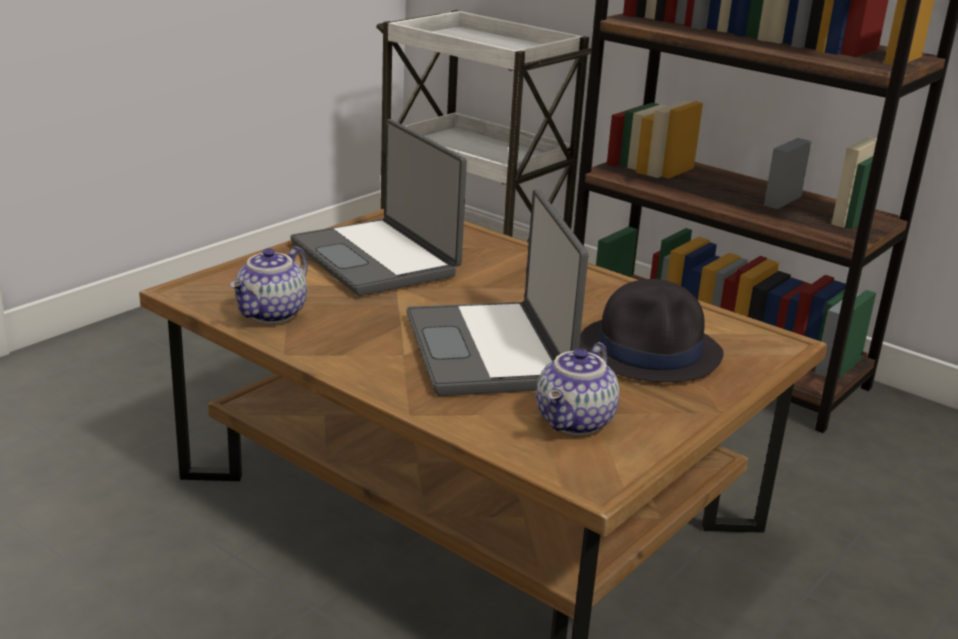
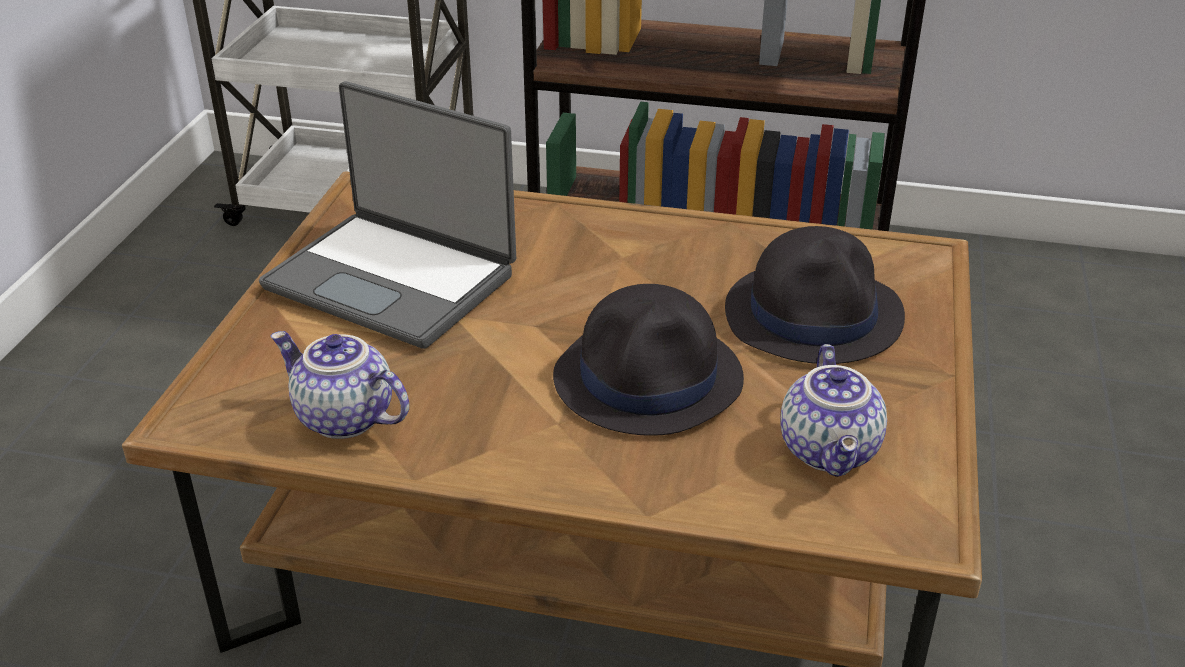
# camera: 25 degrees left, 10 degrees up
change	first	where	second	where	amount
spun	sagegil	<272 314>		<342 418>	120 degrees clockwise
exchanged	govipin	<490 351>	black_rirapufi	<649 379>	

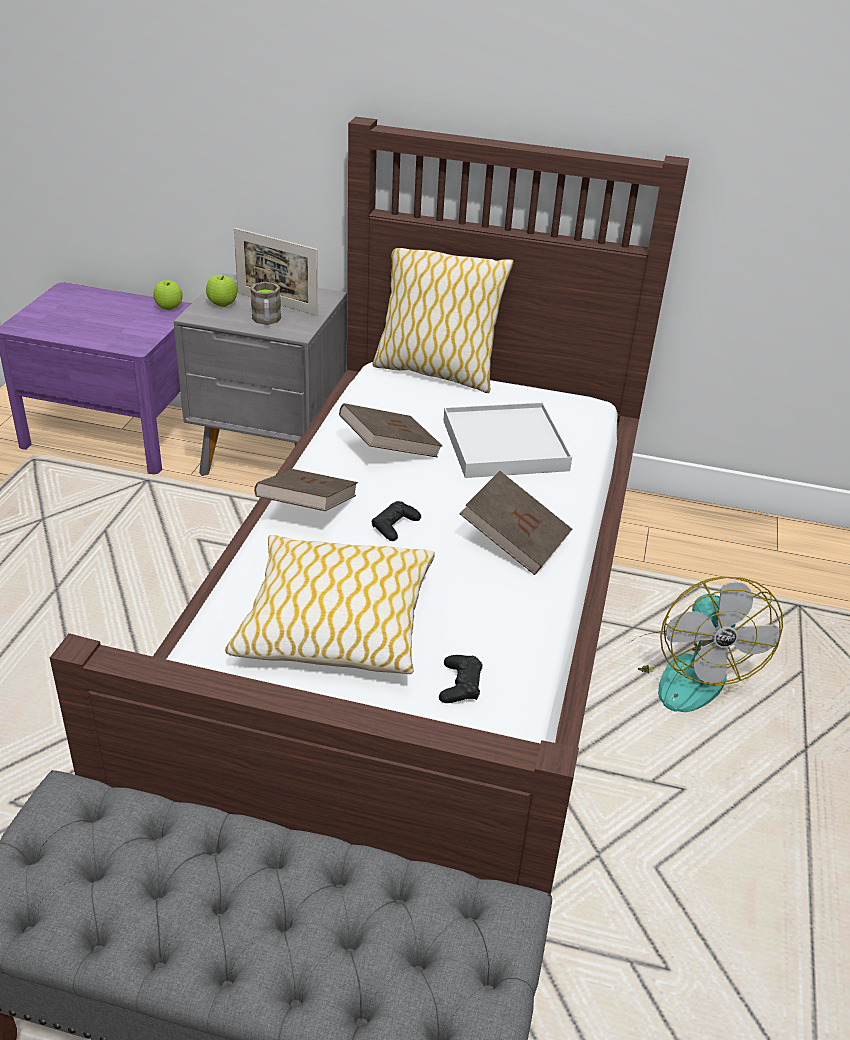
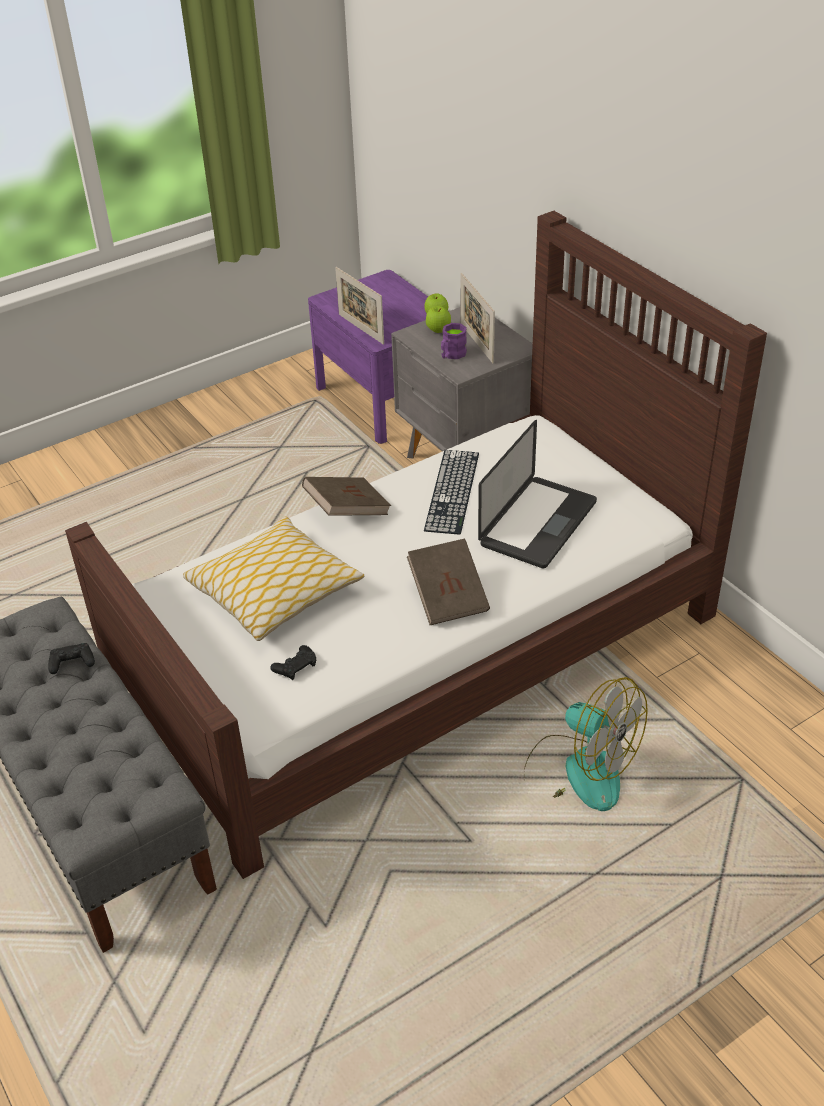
# camera: 45 degrees right, 5 degrees up
change	first	where	second	where	amount
colour	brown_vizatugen	<266 321>	purple_vizatugen	<451 355>	
exchanged	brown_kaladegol	<389 449>	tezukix	<452 491>	
relocated	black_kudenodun	<394 526>		<72 662>	
missing	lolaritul	<435 372>			
exchanged	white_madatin	<504 445>	govipin	<538 524>	
spun	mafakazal	<685 671>		<578 771>	90 degrees counterclockwise
appeared			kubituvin	<361 329>	

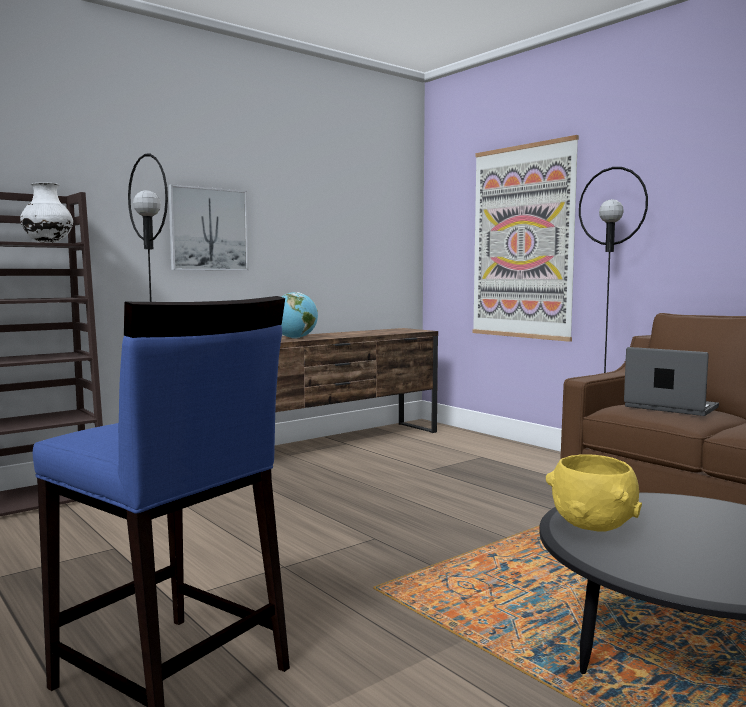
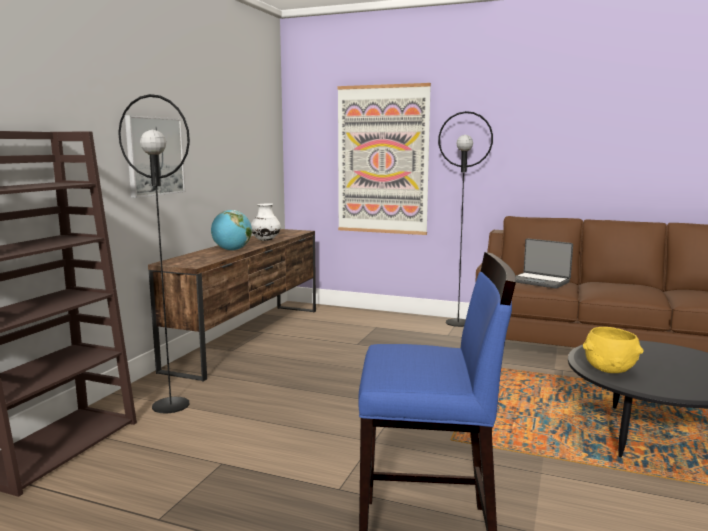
# camera: 30 degrees left, 5 degrees up
change	first	where	second	where	amount
relocated	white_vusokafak	<48 243>		<266 240>	
spun	govipin	<670 407>		<540 281>	150 degrees counterclockwise

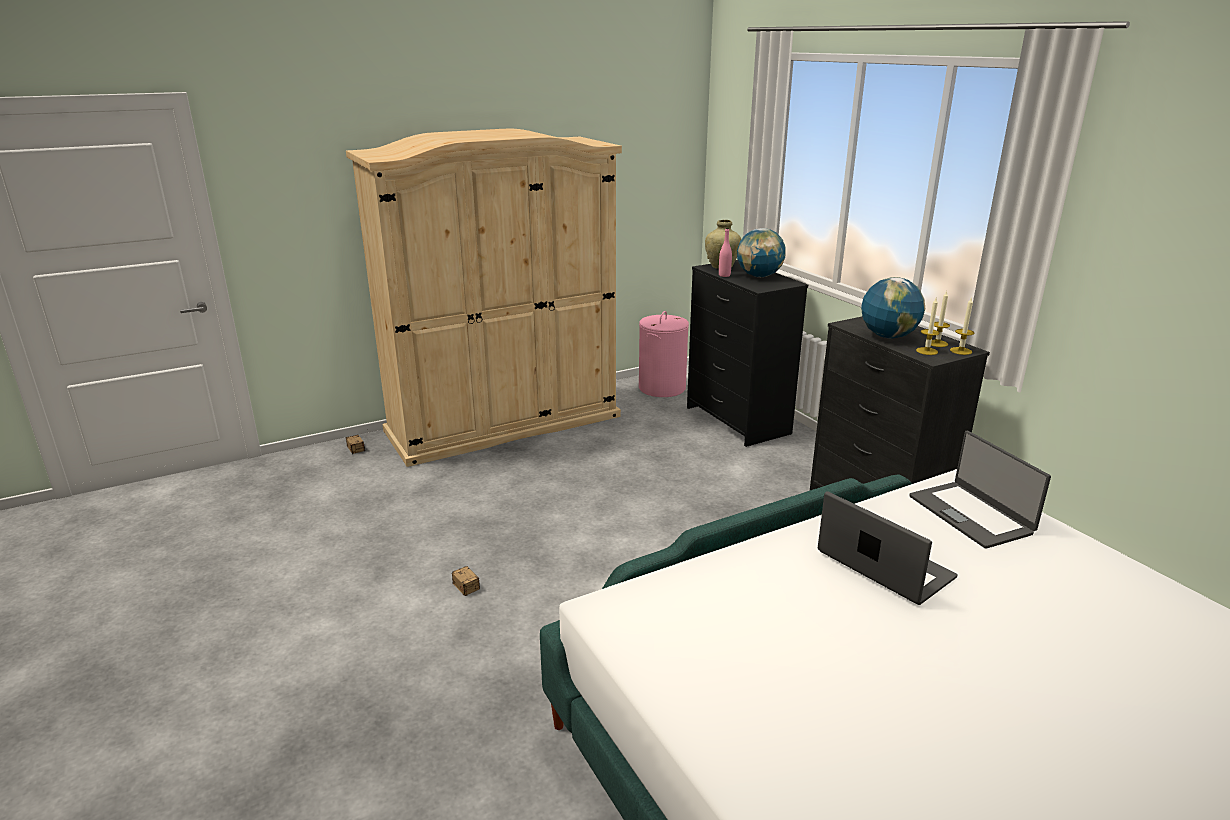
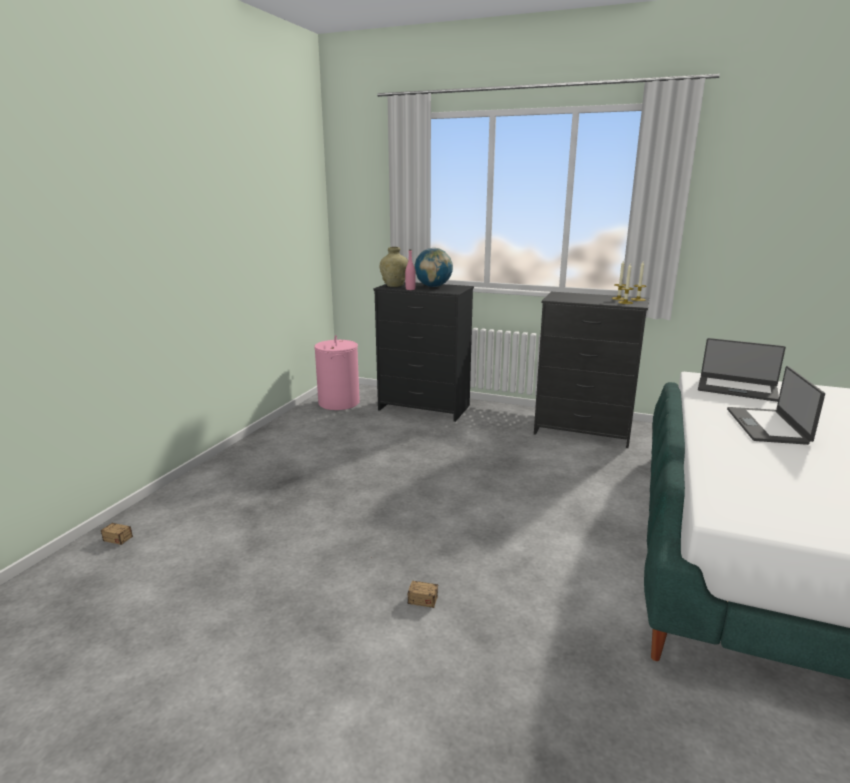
# camera: 40 degrees left, 5 degrees down
change	first	where	second	where	amount
missing	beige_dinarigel	<504 423>			
spun	govipin	<884 566>		<768 426>	90 degrees counterclockwise
missing	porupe	<888 336>			

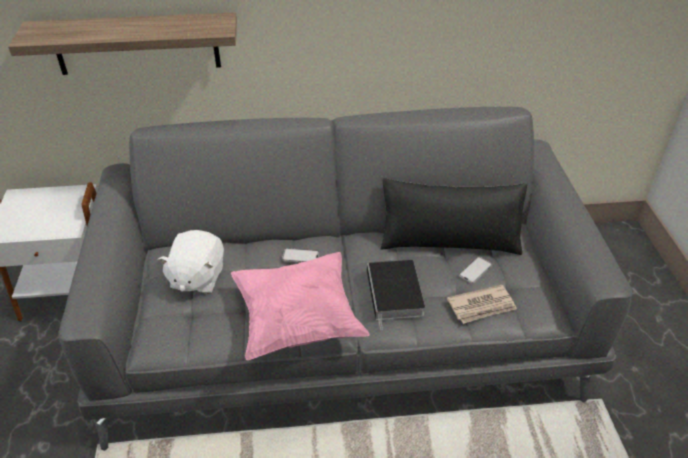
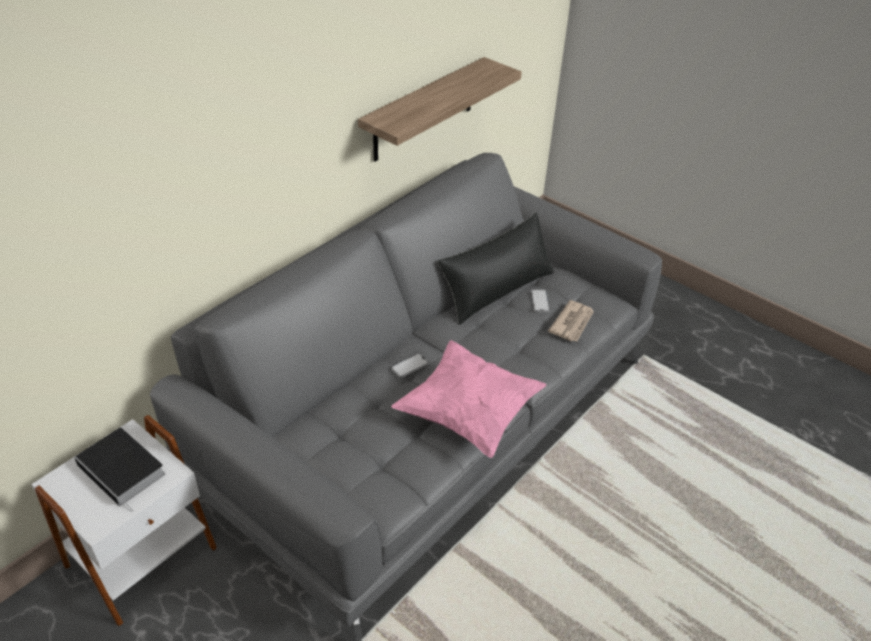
# camera: 45 degrees left, 0 degrees up
change	first	where	second	where	amount
relocated	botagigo	<137 44>		<424 110>	
missing	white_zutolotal	<197 278>			
relocated	kaladegol	<395 295>		<123 471>	

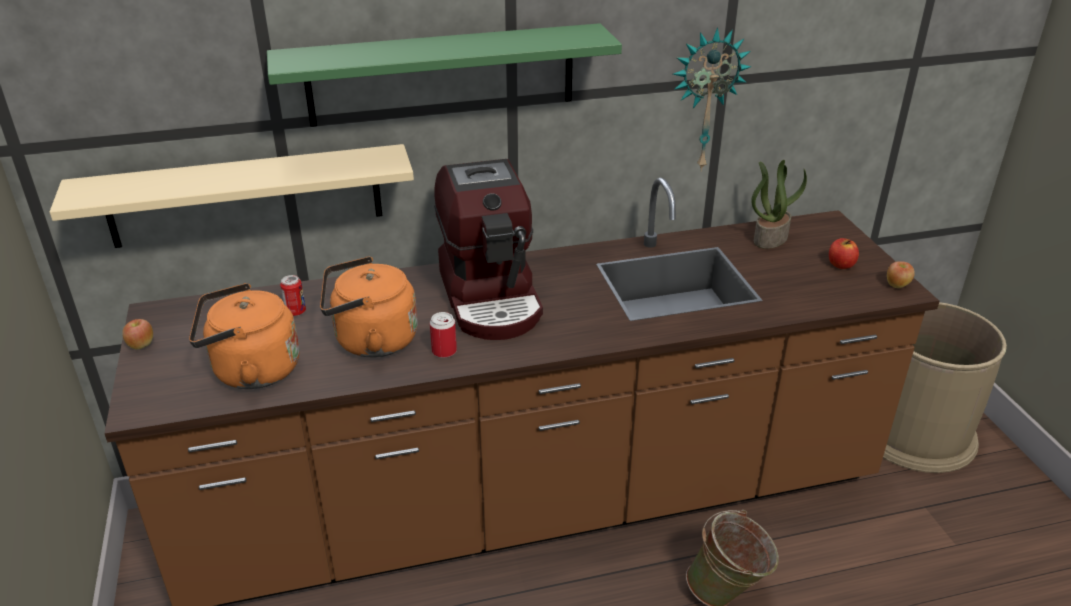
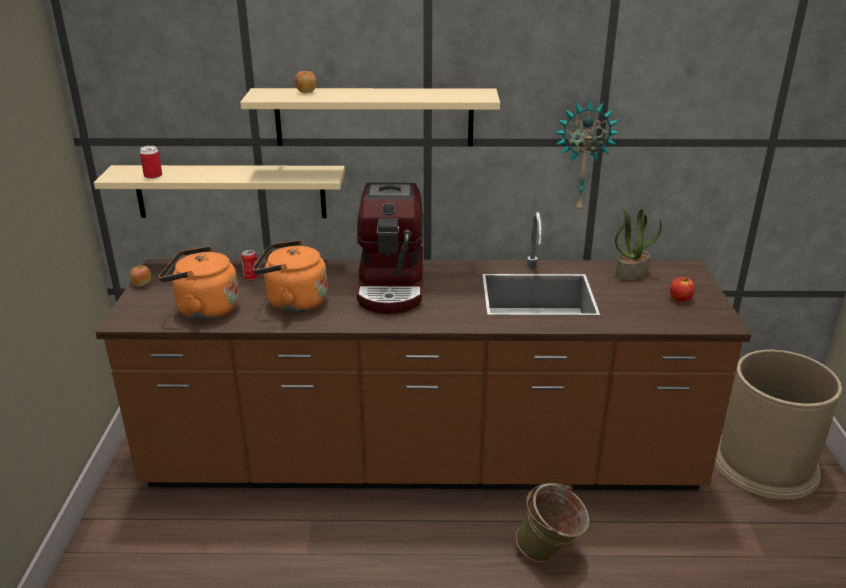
# camera: 15 degrees right, 5 degrees down
change	first	where	second	where	amount
colour	green_botagigo	<442 75>	beige_botagigo	<374 117>	
relocated	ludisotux	<444 351>		<153 176>	
relocated	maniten	<897 285>		<306 92>	

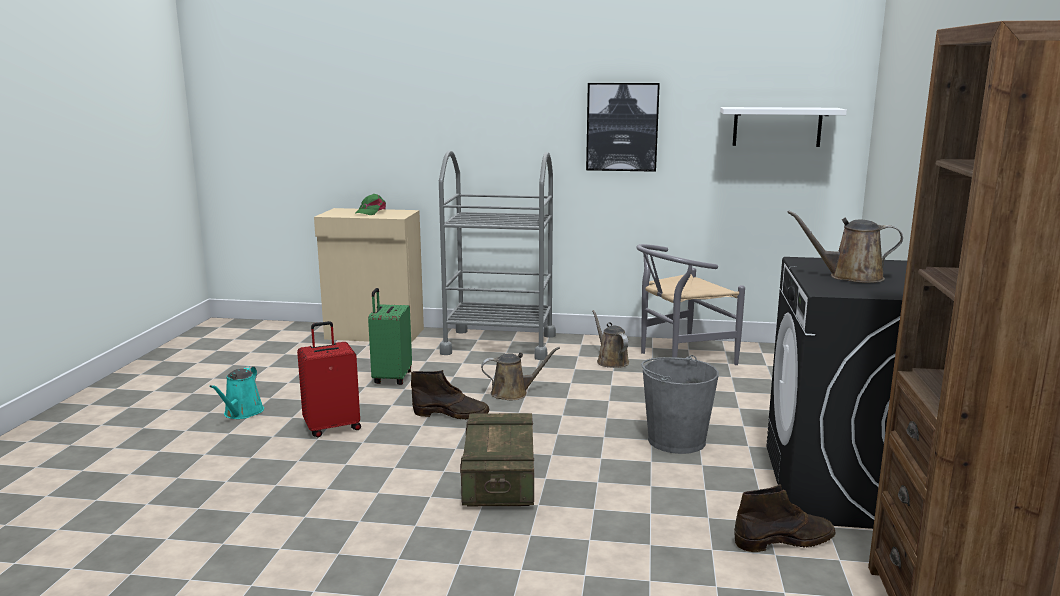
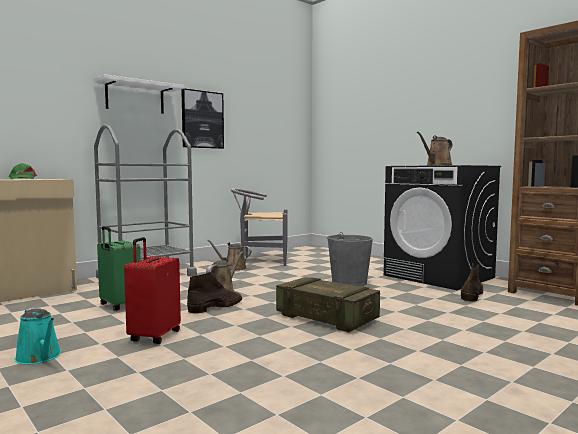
# camera: 50 degrees left, 10 degrees down
change	first	where	second	where	amount
spun	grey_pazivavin	<679 357>		<260 260>	75 degrees clockwise
relocated	white_botagigo	<777 126>		<135 97>	

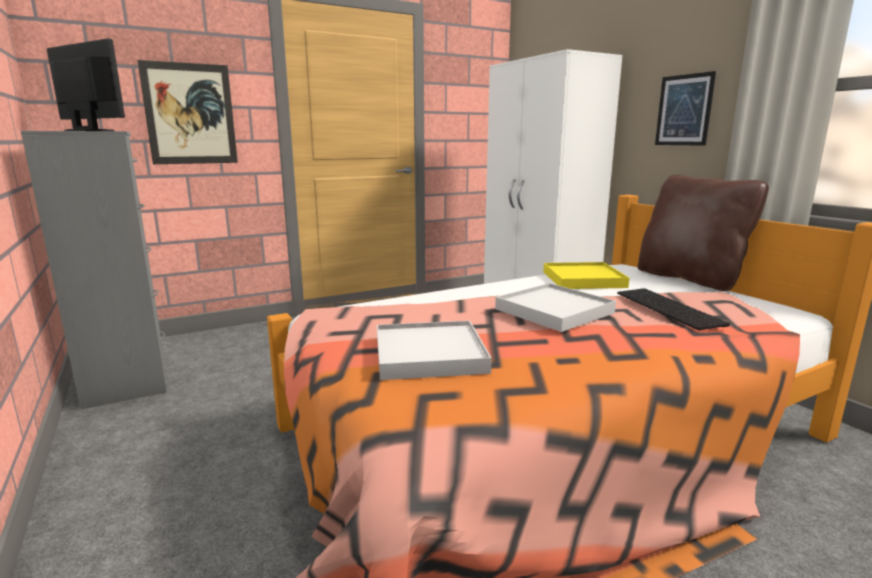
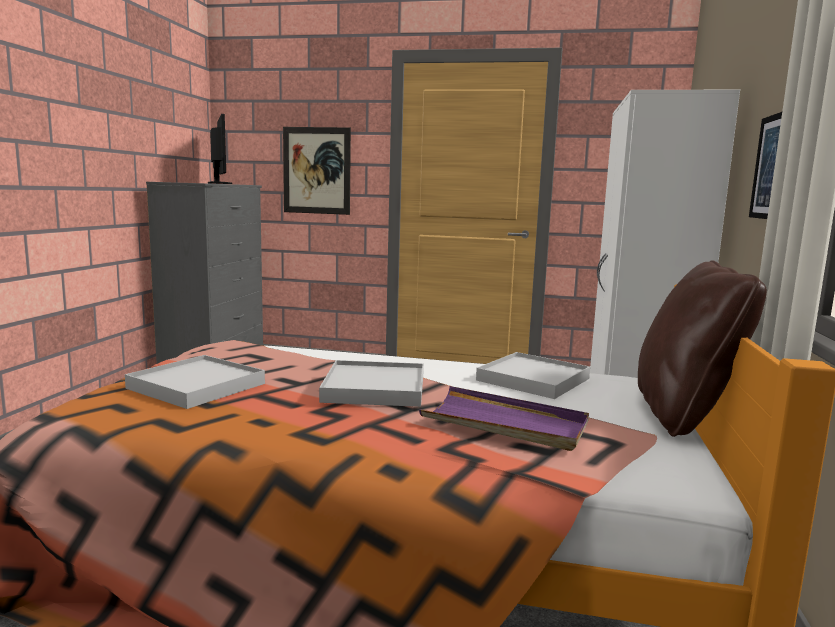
# camera: 40 degrees right, 5 degrees down
change	first	where	second	where	amount
colour	yellow_madatin	<583 279>	white_madatin	<533 379>	
exchanged	tezukix	<670 308>	purple_madatin	<505 423>	

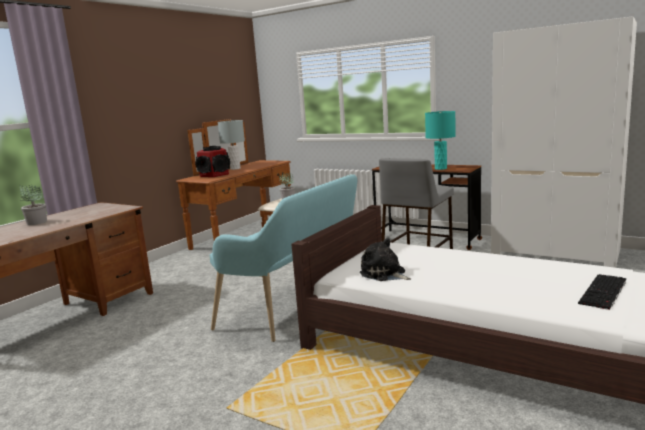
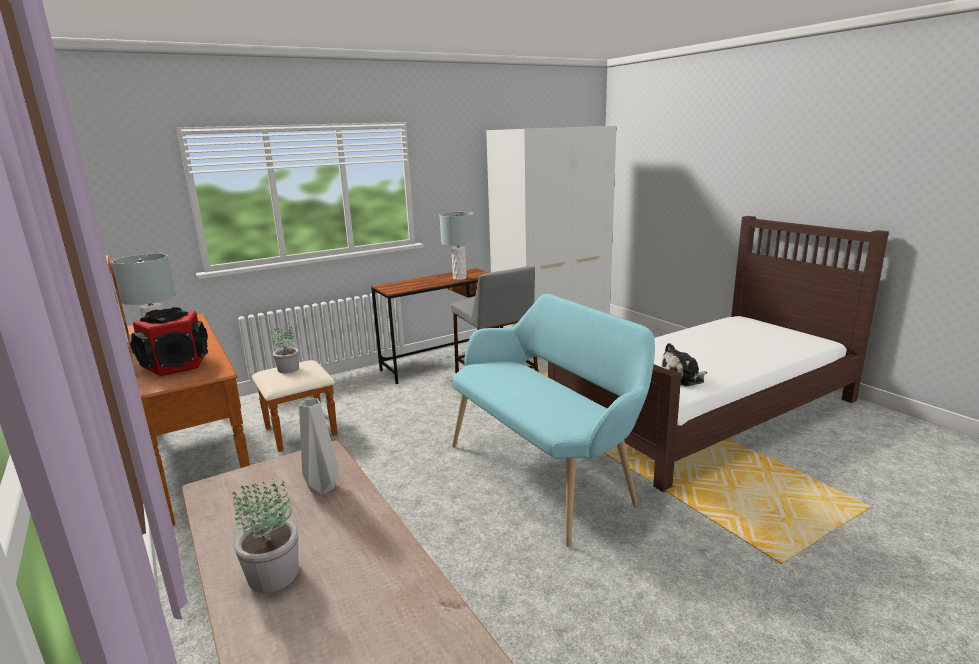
# camera: 65 degrees left, 5 degrees up
change	first	where	second	where	amount
colour	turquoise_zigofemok	<441 168>	grey_zigofemok	<460 278>	
missing	tezukix	<604 292>			
appeared			grey_vusokafak	<322 487>	

